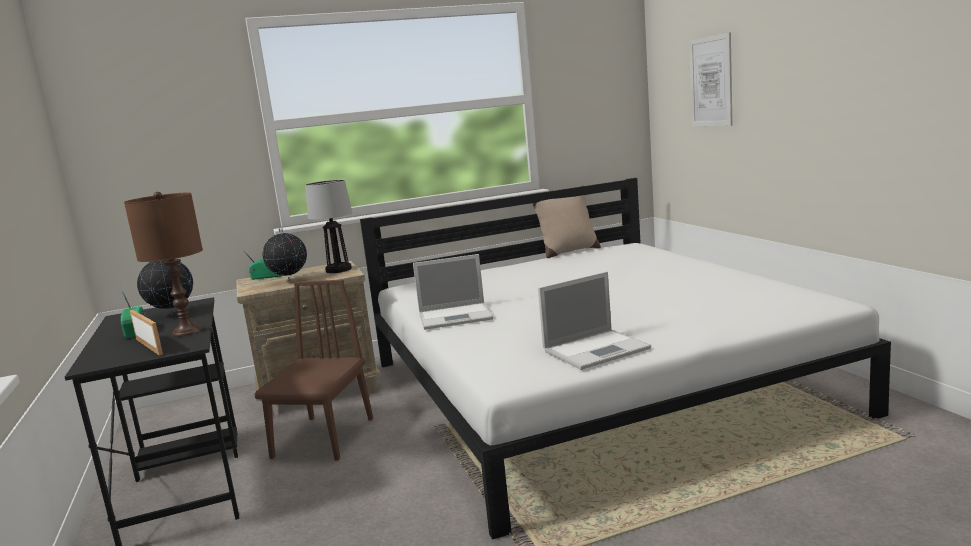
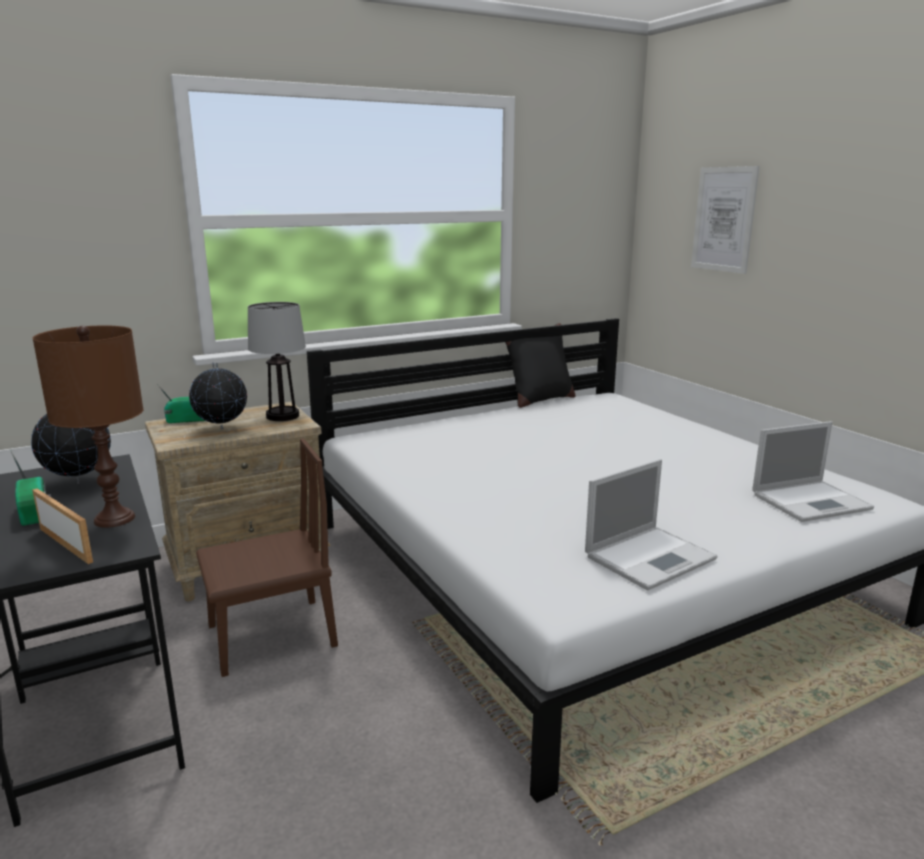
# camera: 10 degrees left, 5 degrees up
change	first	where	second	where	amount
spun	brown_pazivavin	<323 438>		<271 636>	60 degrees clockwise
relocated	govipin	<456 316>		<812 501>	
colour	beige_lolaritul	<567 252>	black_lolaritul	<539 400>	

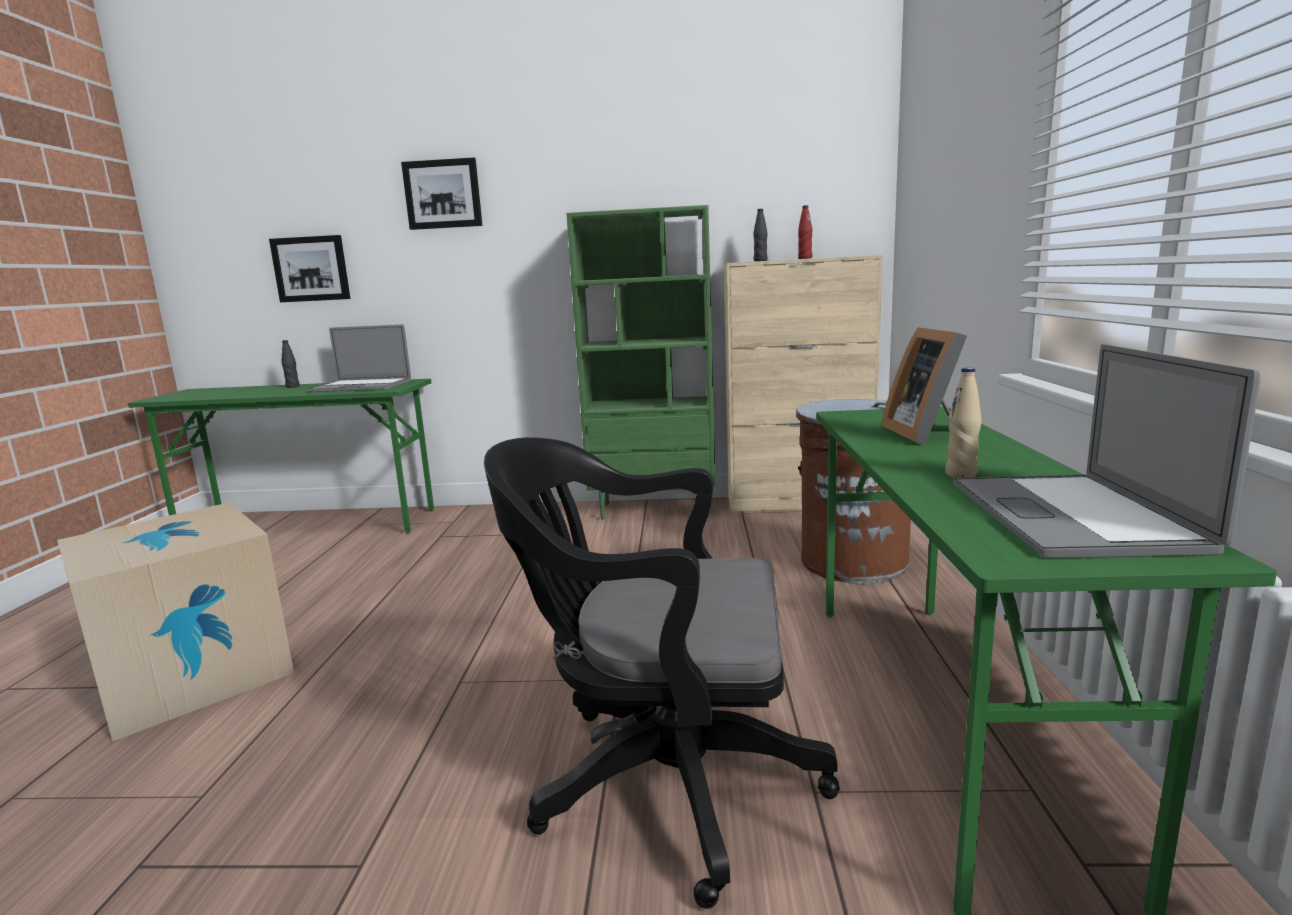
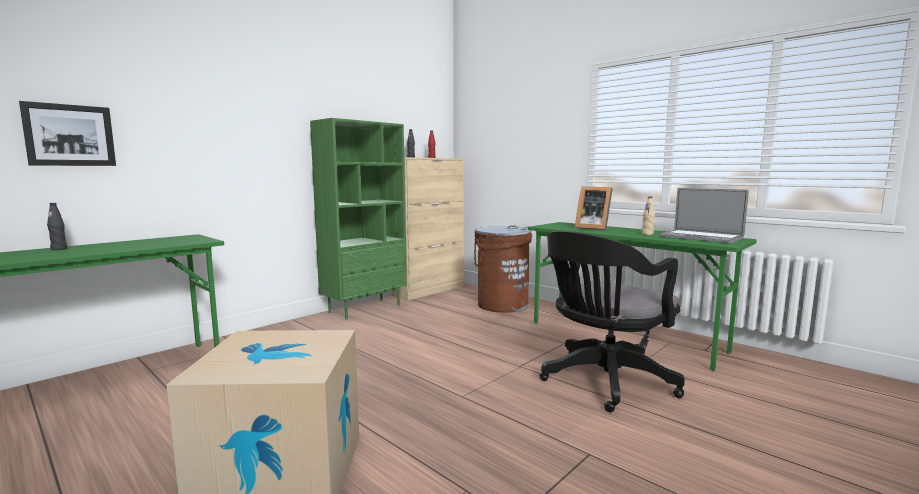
# camera: 50 degrees left, 5 degrees down
change	first	where	second	where	amount
missing	govipin	<361 386>			
missing	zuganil	<443 194>			

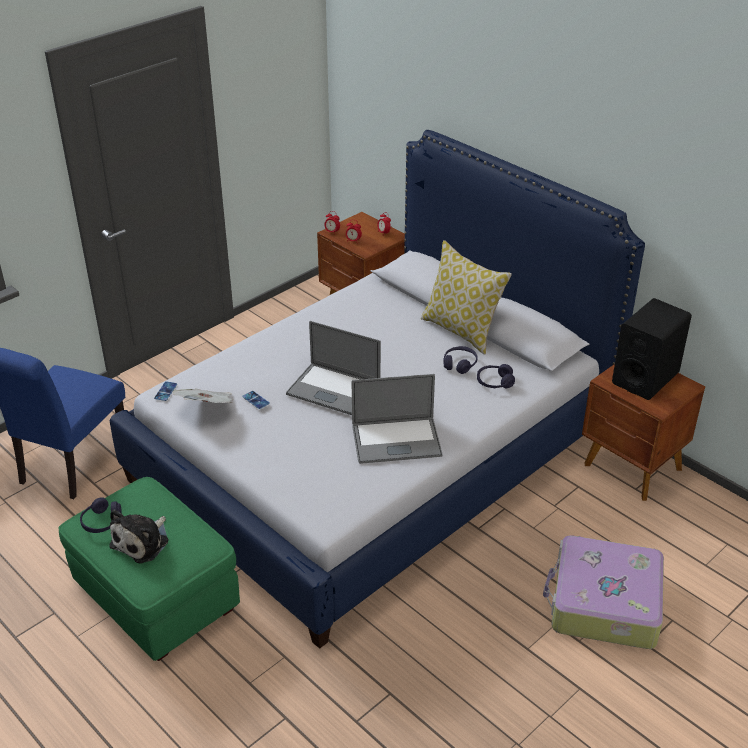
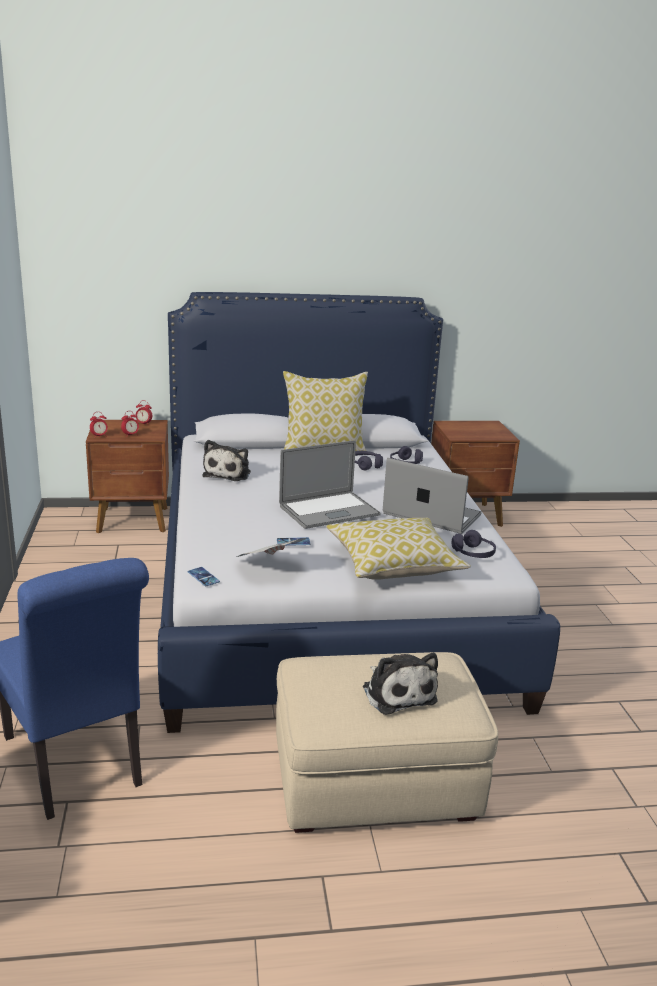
# camera: 55 degrees left, 15 degrees down
change	first	where	second	where	amount
colour	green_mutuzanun	<156 597>	beige_mutuzanun	<376 784>	
relocated	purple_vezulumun	<101 522>		<473 553>	
spun	govipin	<396 440>		<432 514>	90 degrees counterclockwise
missing	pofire	<603 604>			
missing	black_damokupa	<645 378>			
appeared			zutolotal	<228 473>	
appeared			lolaritul	<394 564>	

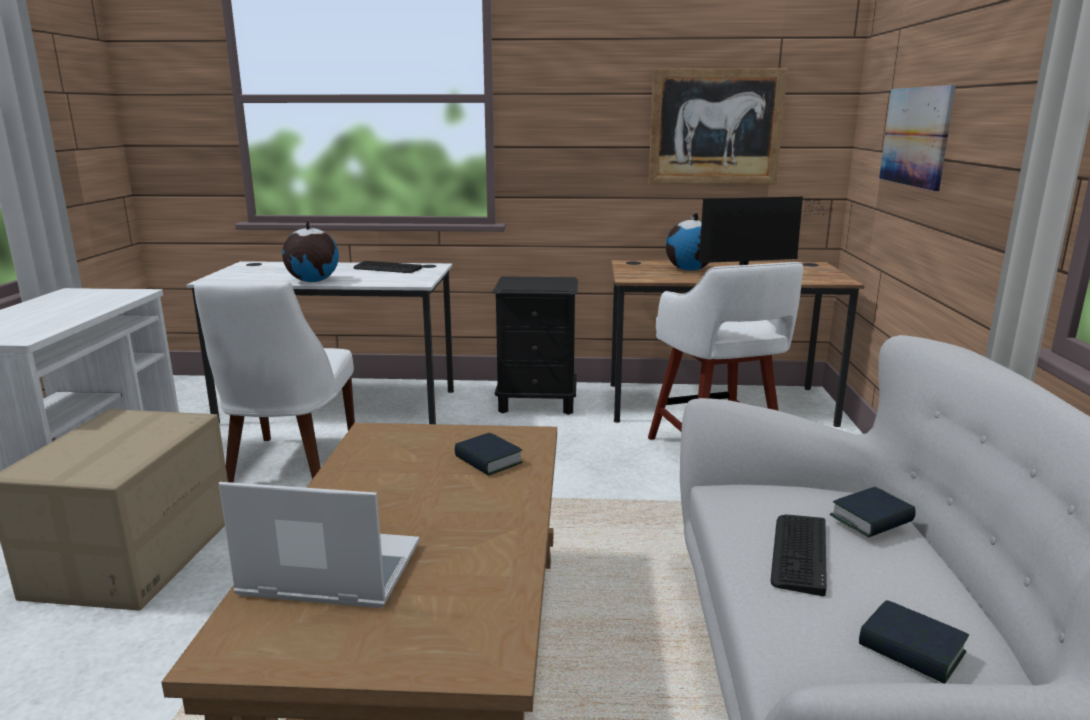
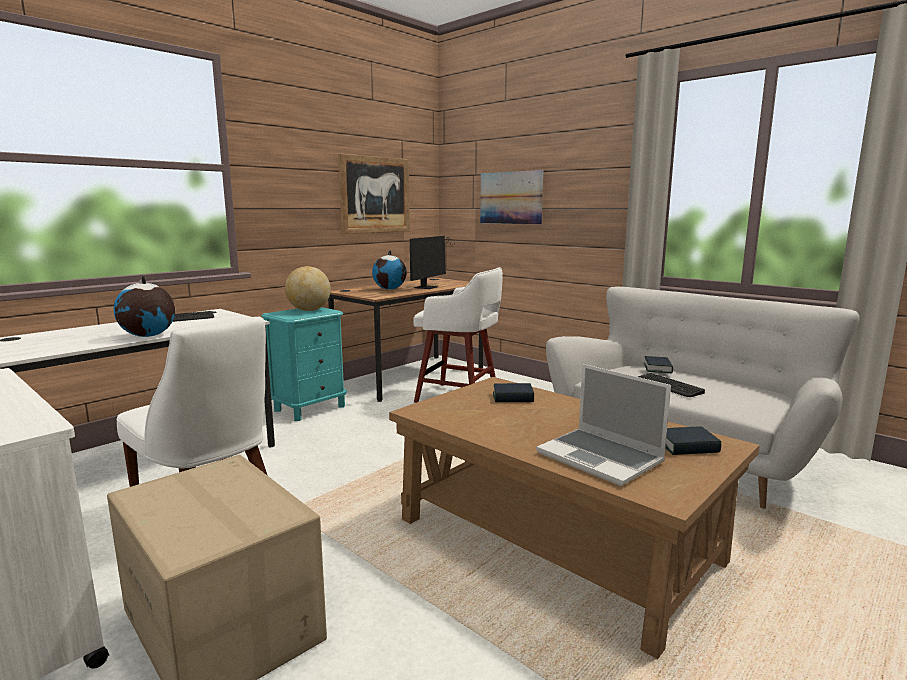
# camera: 50 degrees left, 5 degrees down
change	first	where	second	where	amount
spun	govipin	<328 572>		<601 458>	90 degrees counterclockwise
colour	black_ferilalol	<537 403>	turquoise_ferilalol	<310 408>	
relocated	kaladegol	<911 649>		<687 446>	
appeared			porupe	<309 310>	

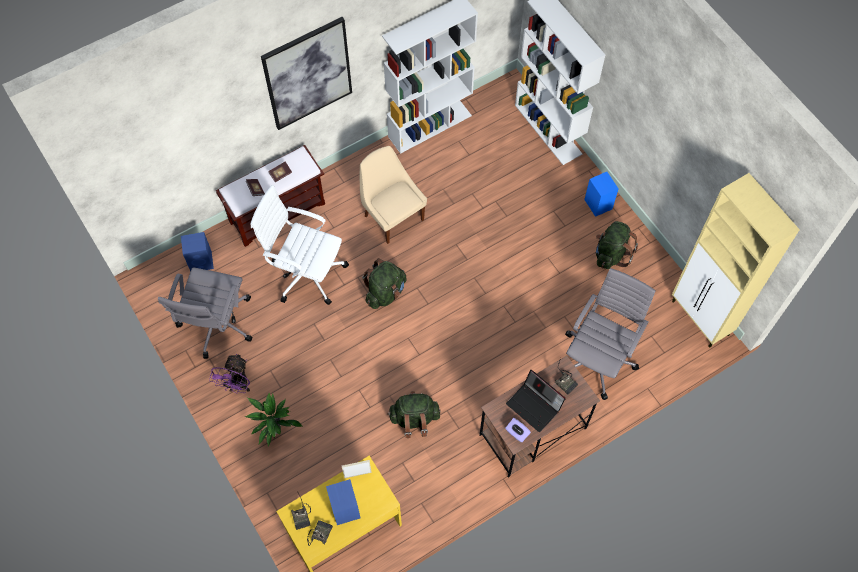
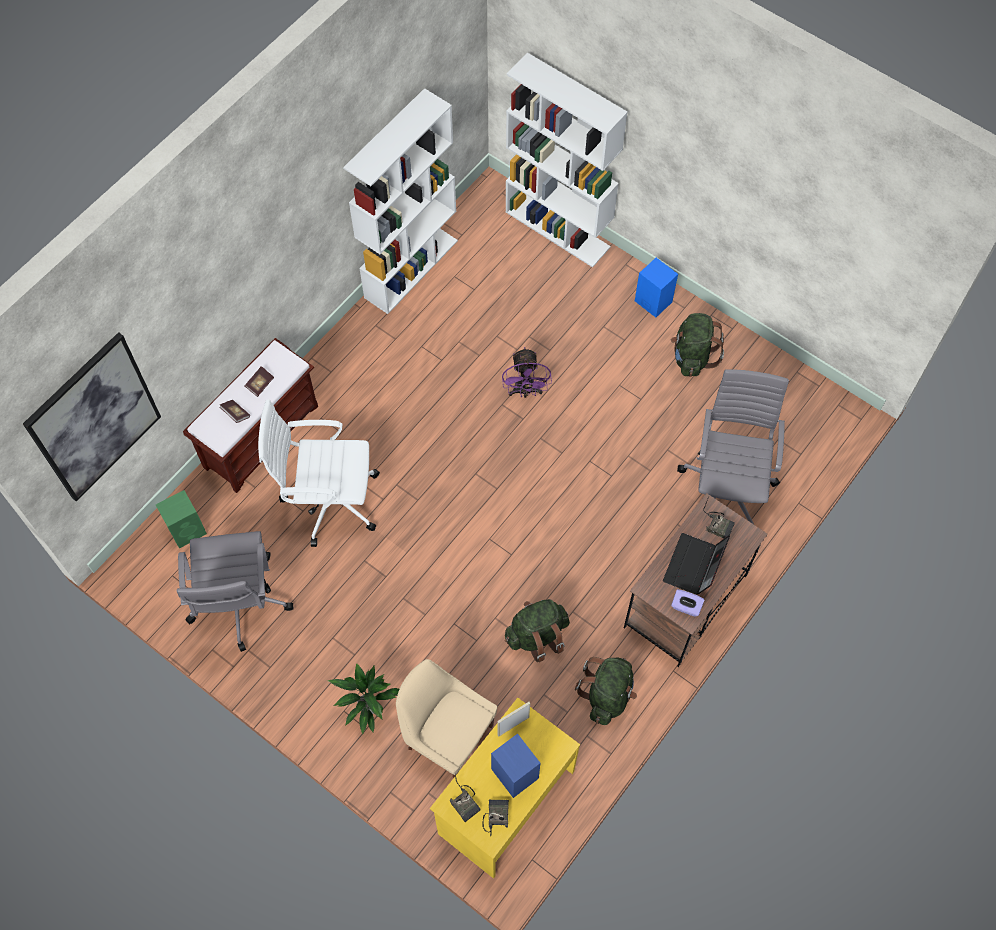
# camera: 20 degrees left, 0 degrees up
change	first	where	second	where	amount
colour	blue_damokupa	<202 261>	green_damokupa	<188 530>	
relocated	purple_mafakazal	<237 385>		<525 391>	
relocated	zuganil	<308 73>		<94 418>	
relocated	beige_pazivavin	<392 216>		<447 735>	
relocated	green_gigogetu	<385 292>		<607 695>	
spun	govipin	<535 406>		<694 567>	90 degrees clockwise
missing	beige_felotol	<700 319>			

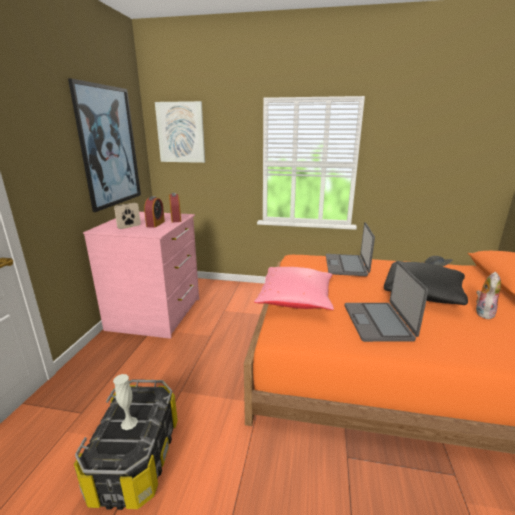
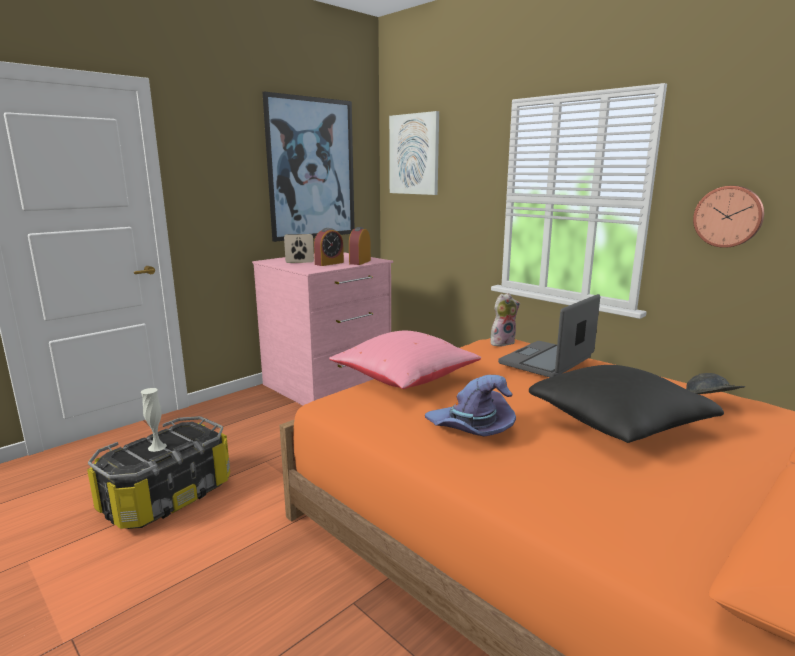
# camera: 35 degrees right, 5 degrees down
change	first	where	second	where	amount
exchanged	govipin	<378 322>	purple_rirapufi	<470 429>	
relocated	zutolotal	<483 312>		<502 343>	
appeared			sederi	<728 216>	

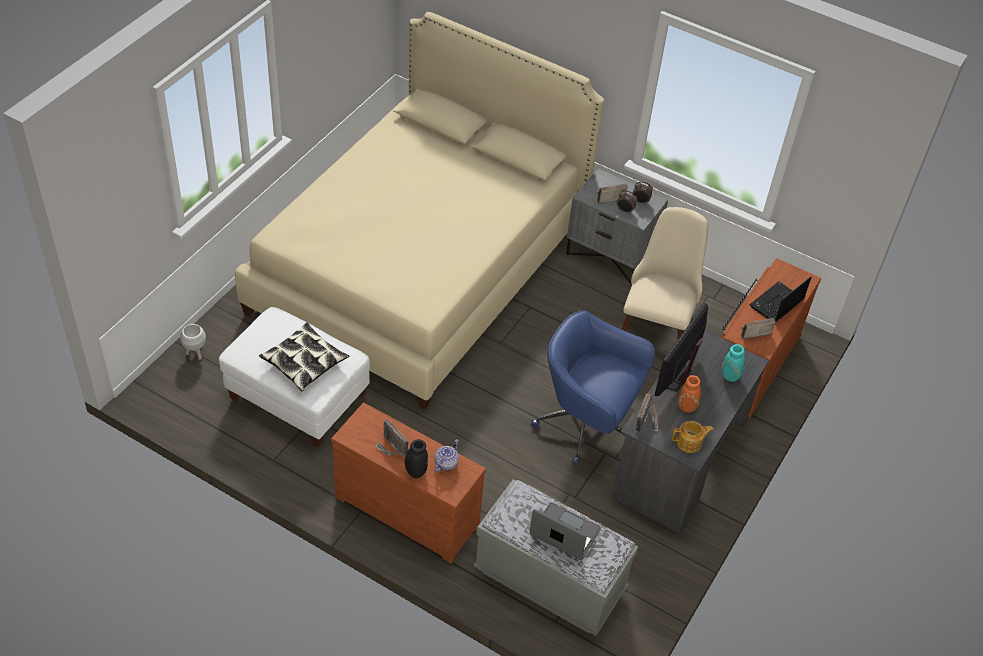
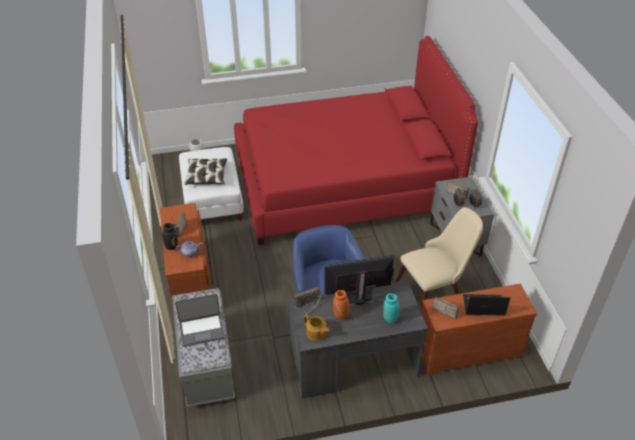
# camera: 50 degrees right, 5 degrees down
change	first	where	second	where	amount
colour	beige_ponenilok	<420 267>	red_ponenilok	<344 183>	
spun	govipin	<564 533>		<201 329>	90 degrees clockwise

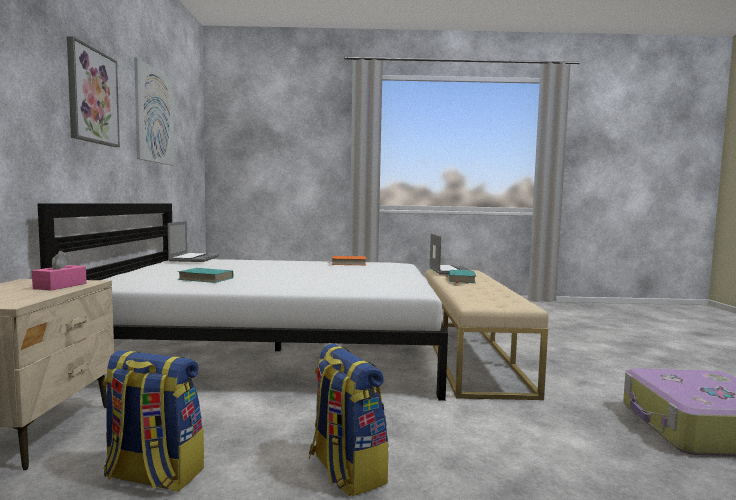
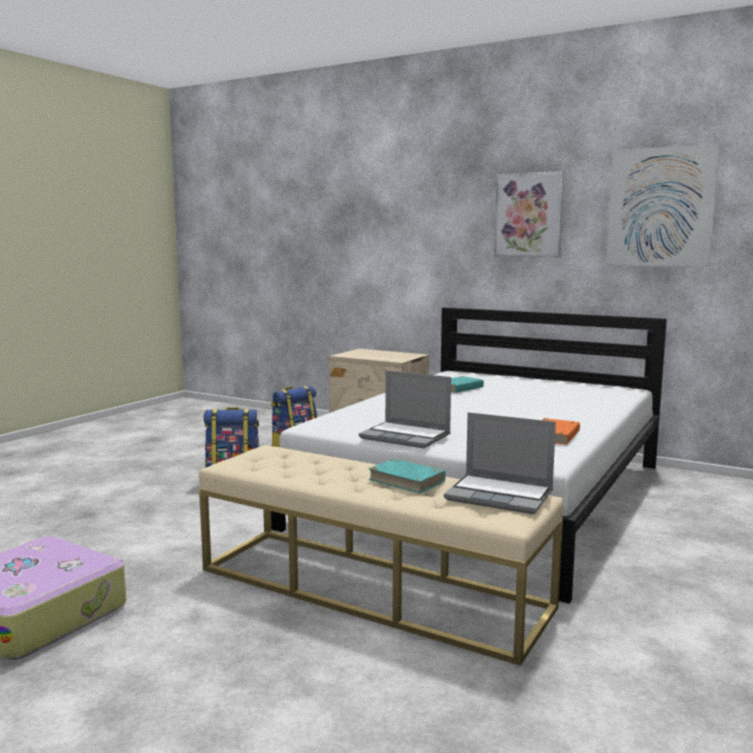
# camera: 120 degrees right, 5 degrees up
change	first	where	second	where	amount
missing	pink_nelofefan	<60 286>			
relocated	govipin	<193 259>		<406 436>	

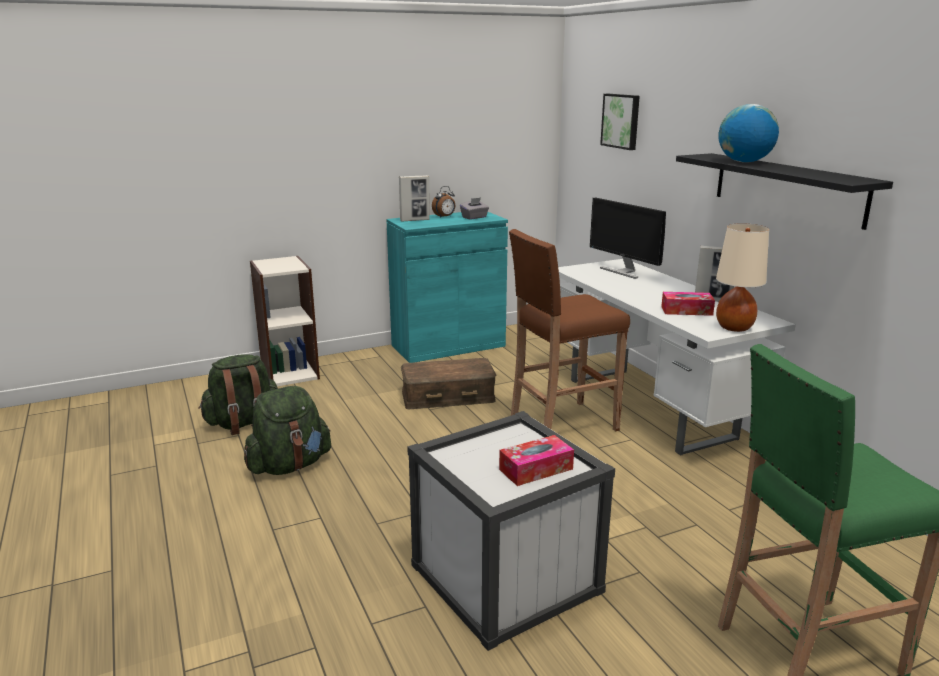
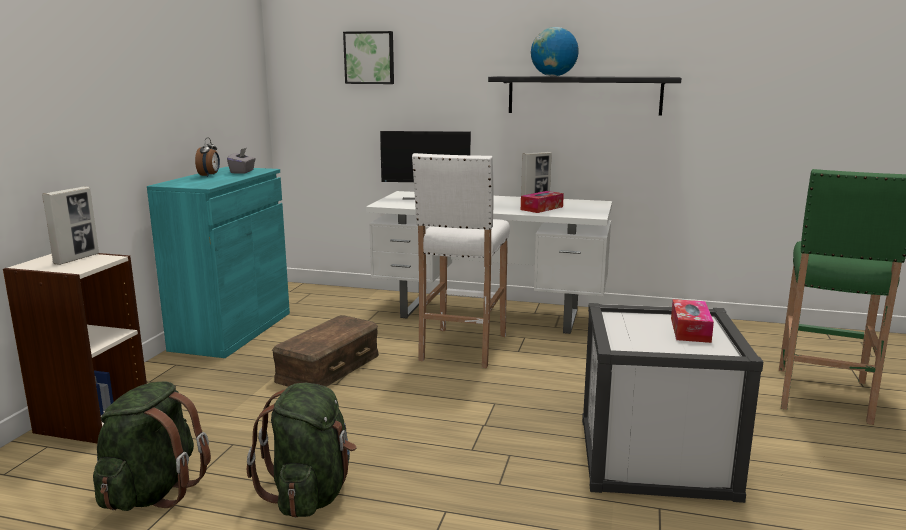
# camera: 50 degrees left, 5 degrees down
change	first	where	second	where	amount
relocated	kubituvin	<415 220>		<77 259>	
colour	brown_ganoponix	<561 424>	white_ganoponix	<462 348>	
missing	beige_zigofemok	<734 327>			

